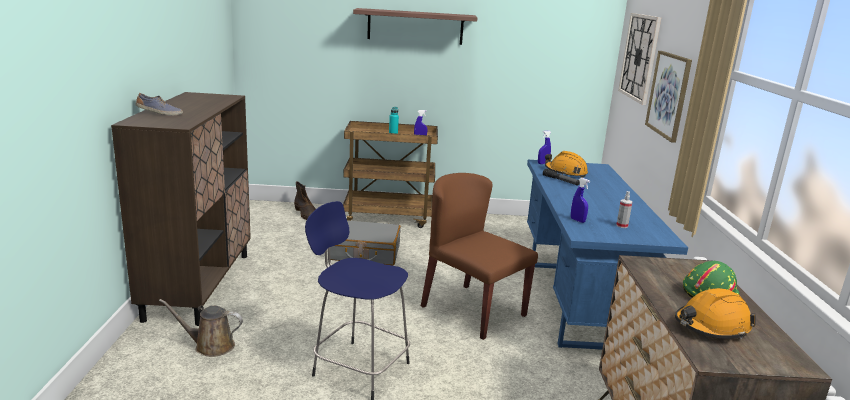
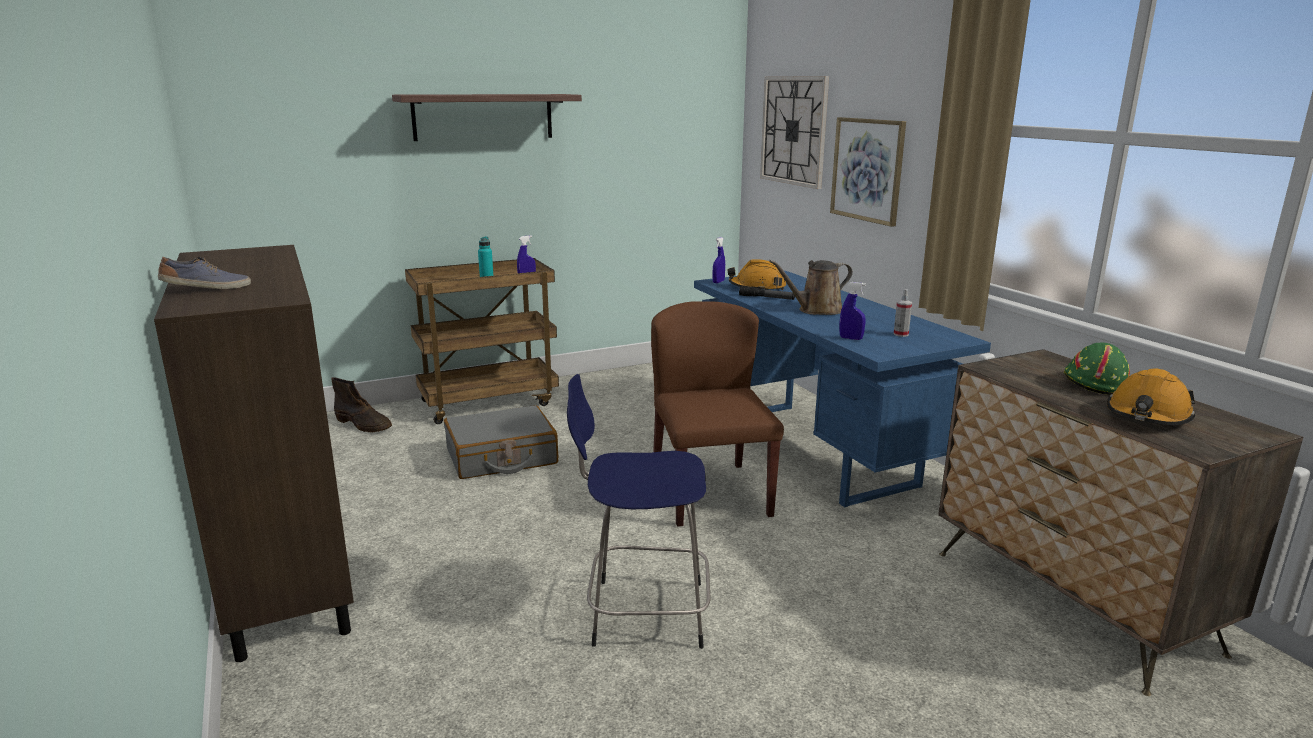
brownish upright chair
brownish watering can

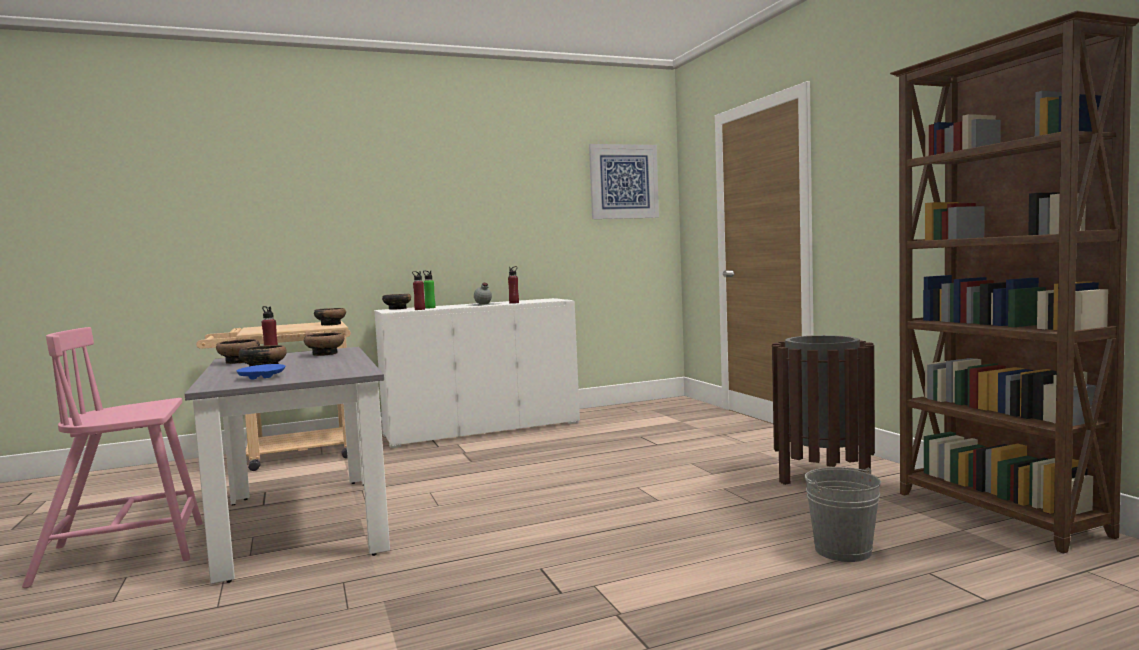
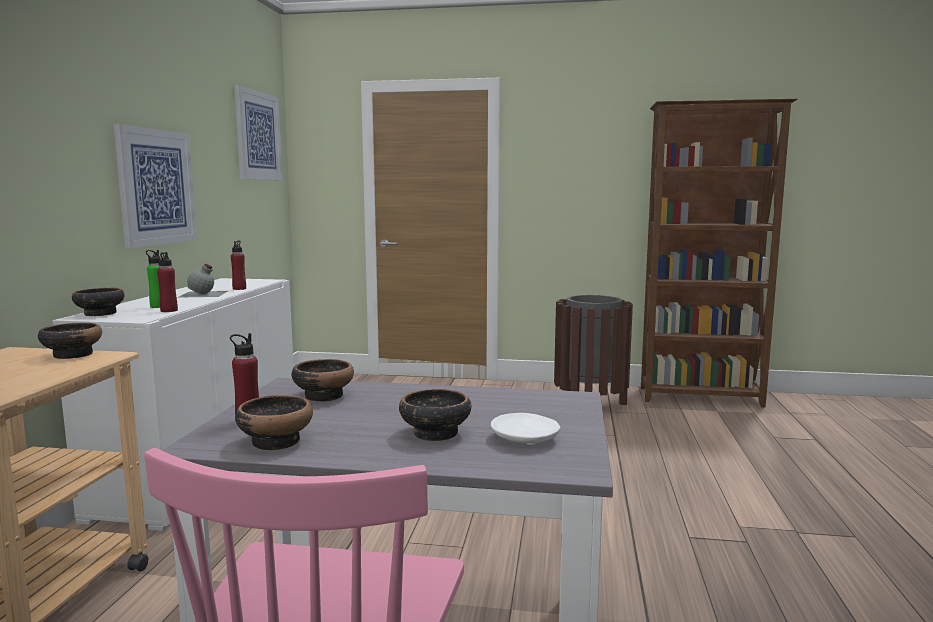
wall picture (1st from left)
whitish plate
greyish bucket

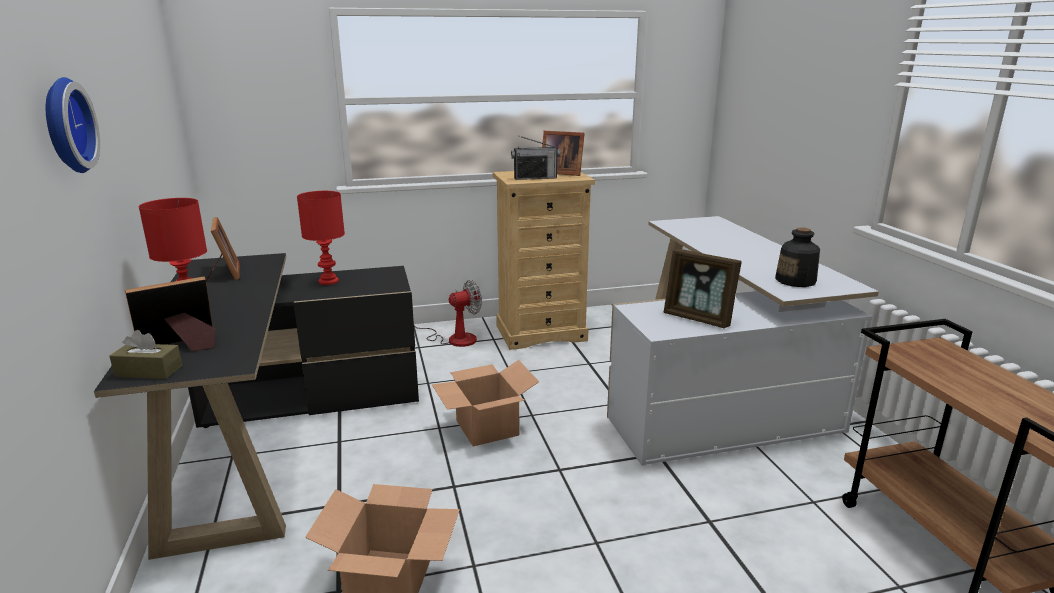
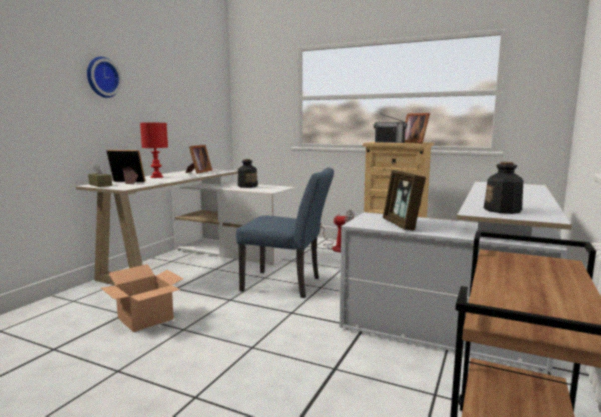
whitish desk table (1st from left)
blue-coloured upright chair
bottle (1st from left)

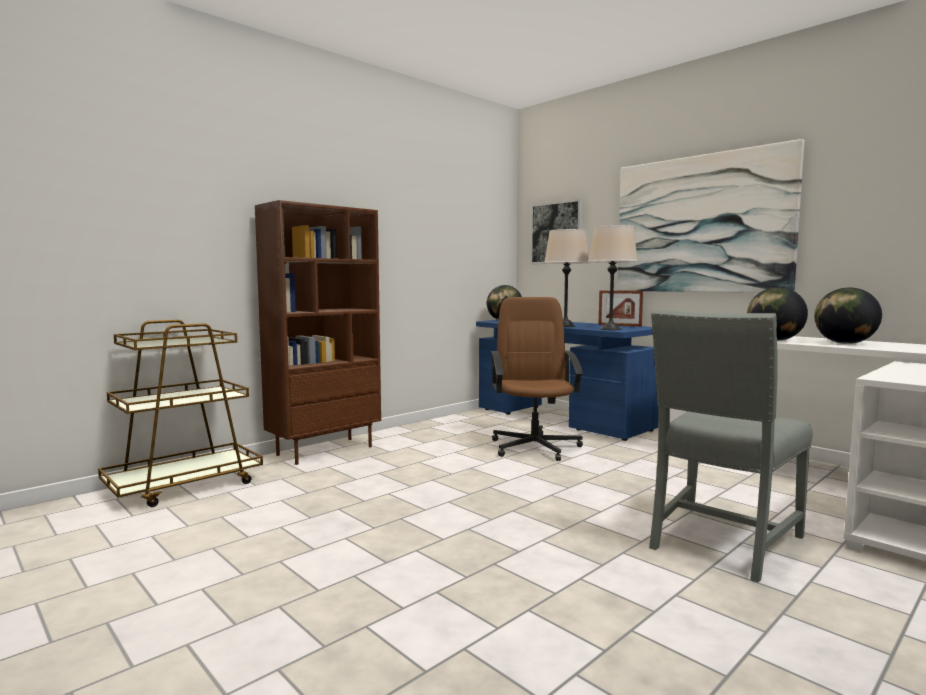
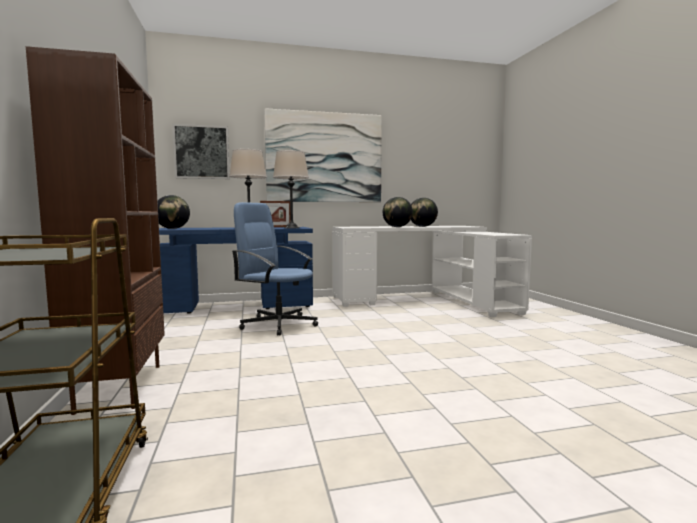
blue-coloured office chair
greyish upright chair

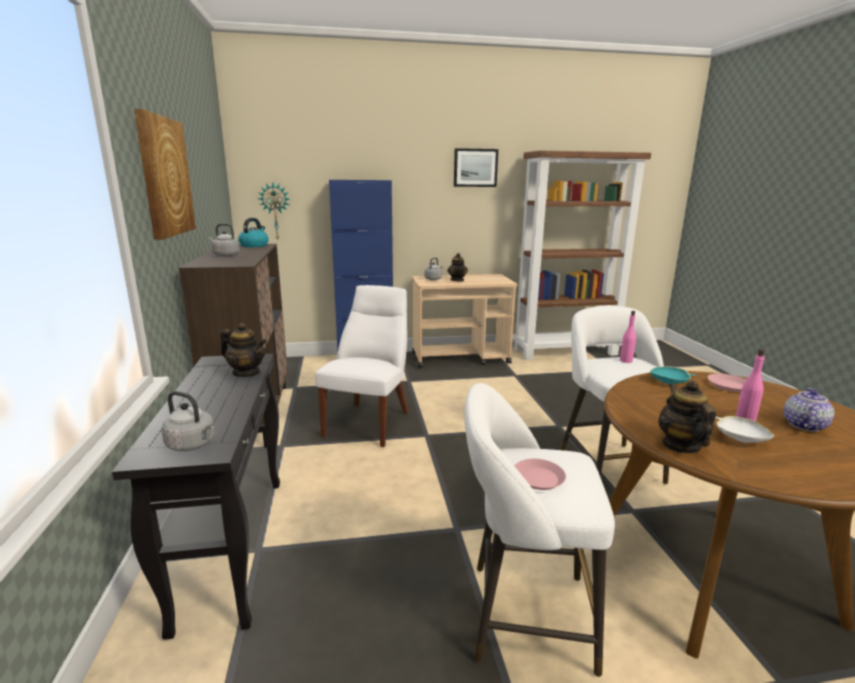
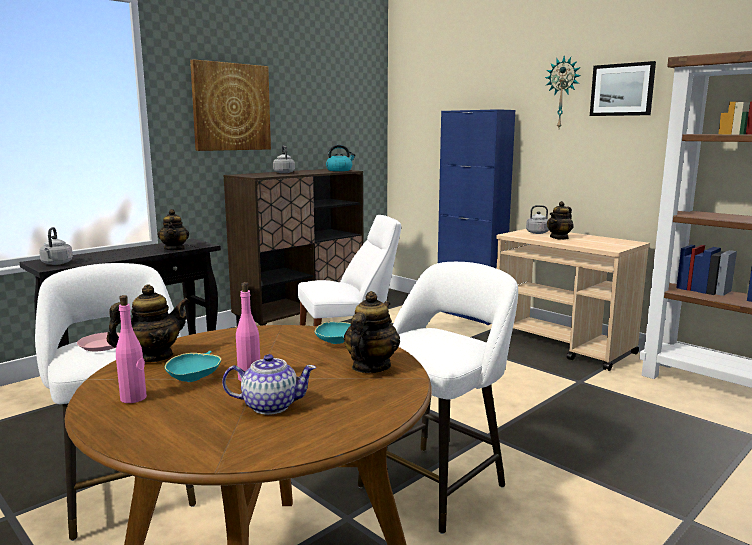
pink-coloured bottle (1st from left)
turquoise-coloured bowl (1st from left)
teapot (4th from left)
hanging clock

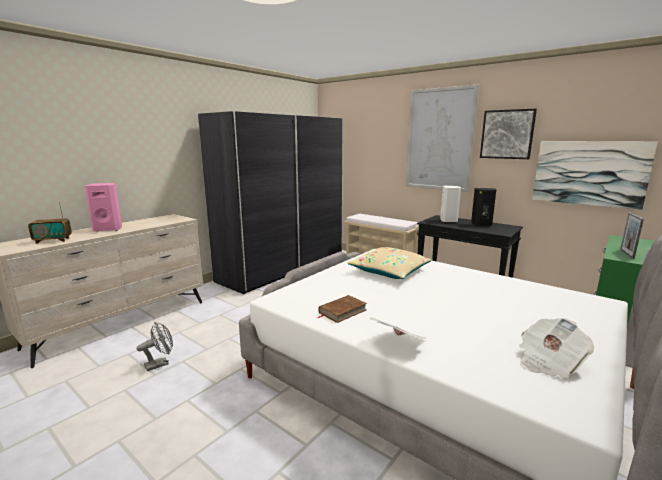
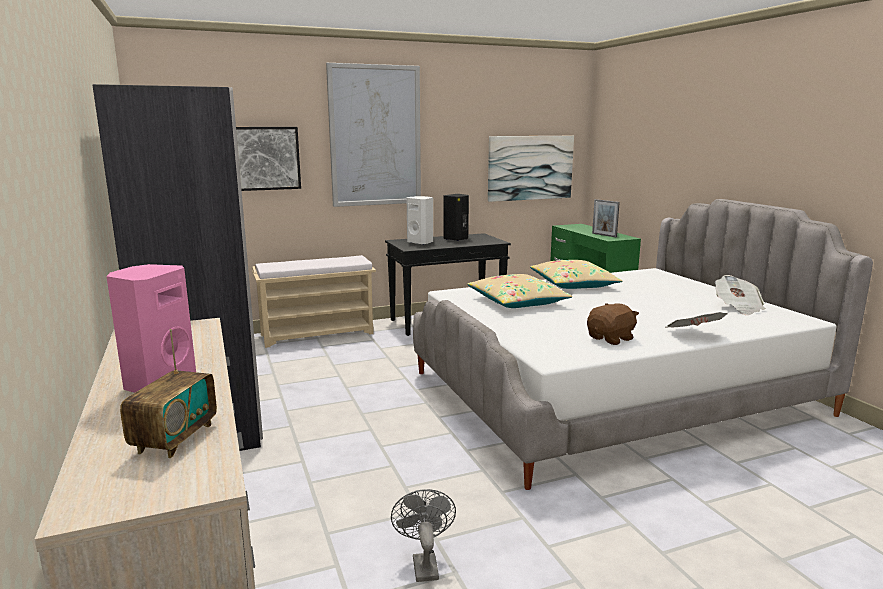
wall picture (1st from left)
beige cushion (2nd from left)
brownish cuddly toy

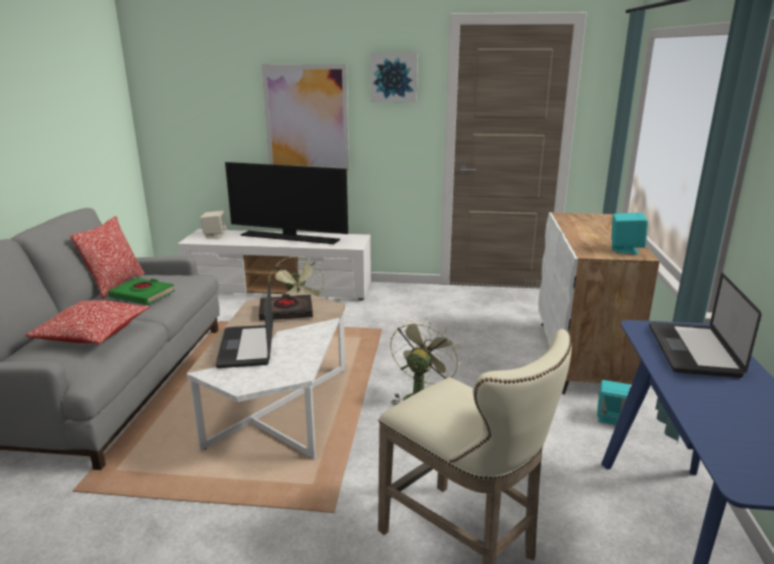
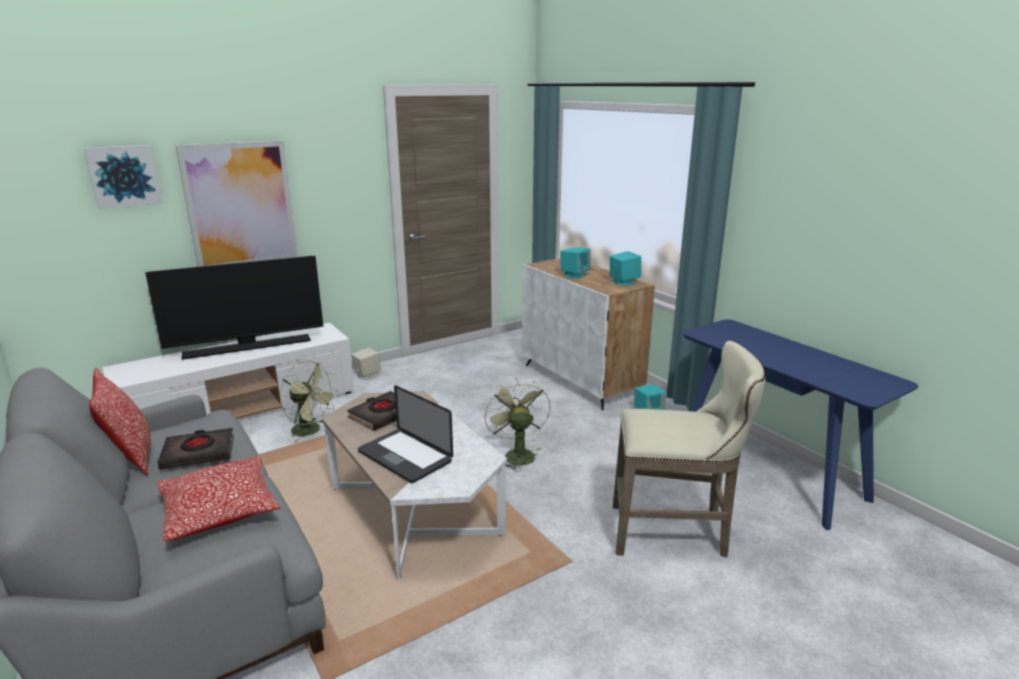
wall picture (1st from left)
black-coloured bound book (1st from left)
beige speaker
turquoise-coloured speaker (1st from left)
portable computer (2nd from left in the first image)

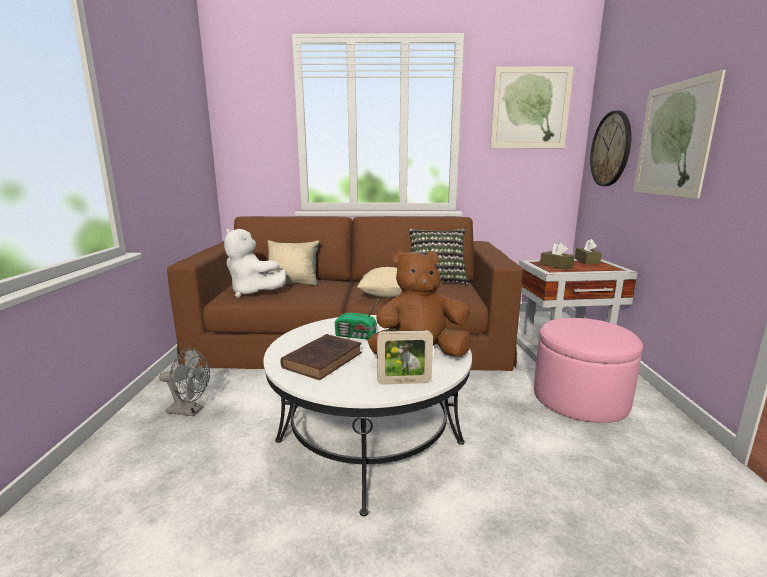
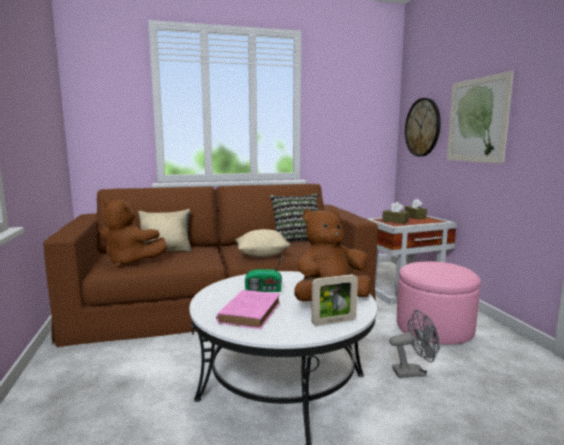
brownish cuddly toy (1st from left)
pink-coloured bound book
greyish cooling fan
wall picture (1st from left in the first image)

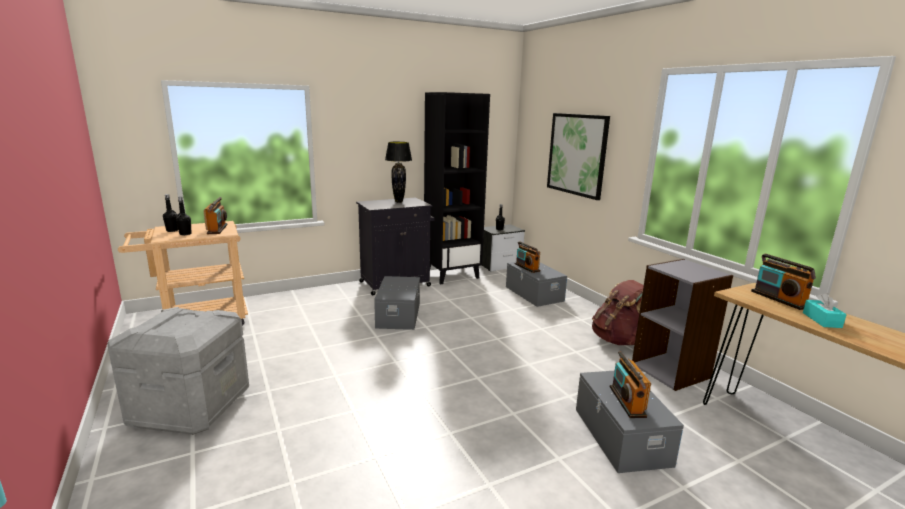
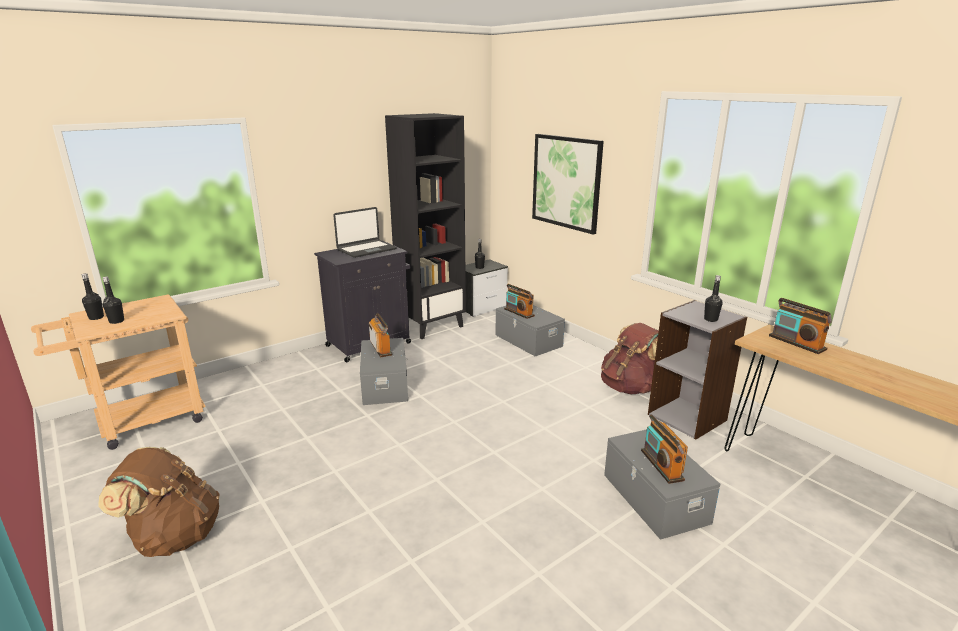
brownish backpack (1st from left)
portable computer
radio set (1st from left)
black-coloured bottle (4th from left)
turquoise-coloured box of tissues

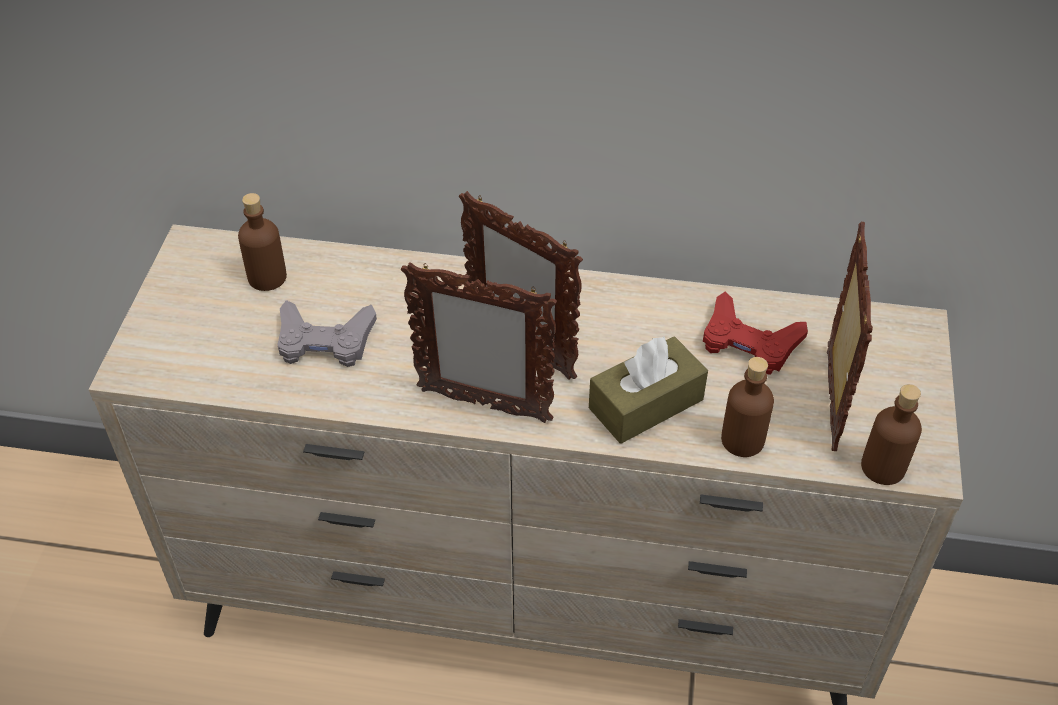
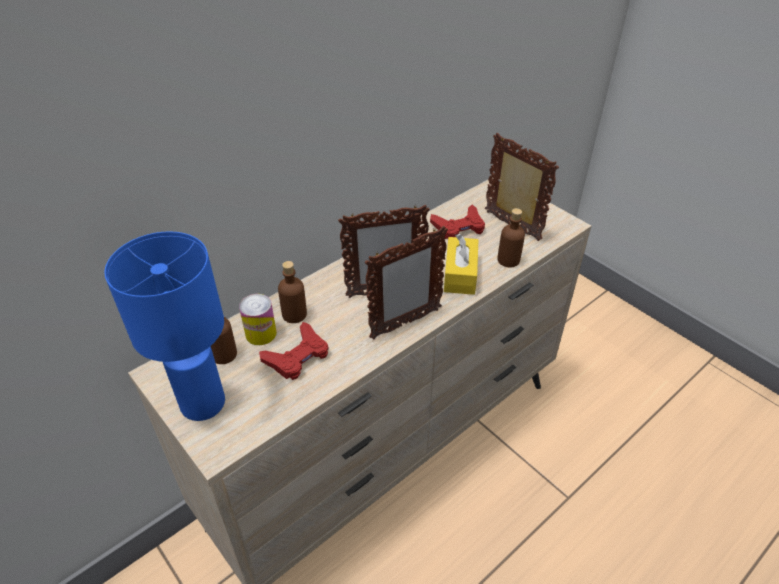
blue-coloured lamp for a table
sealed can
red gamepad (1st from left)
brownish bottle (2nd from left)
yellow box of tissues

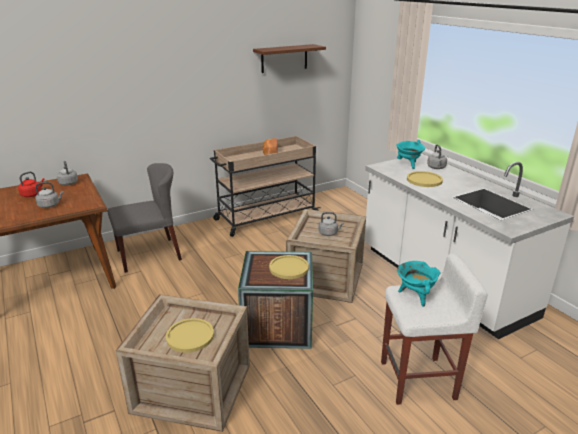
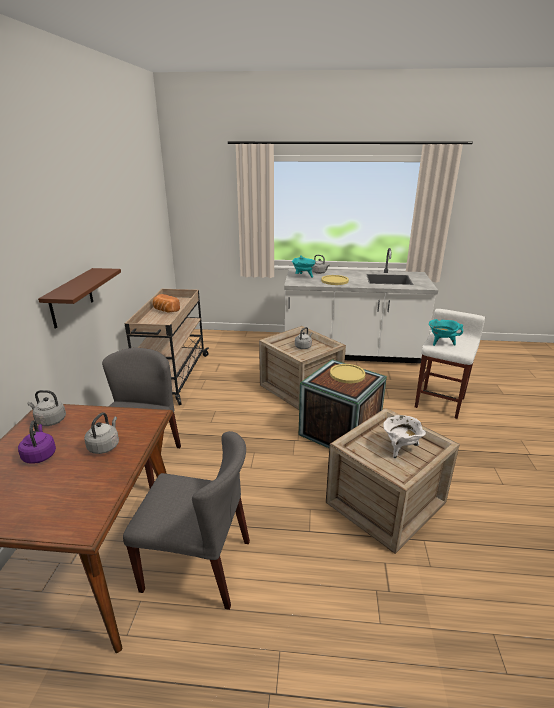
purple tea kettle
brownish bracket shelf
greyish upright chair (2nd from left)
whitish saucepot

